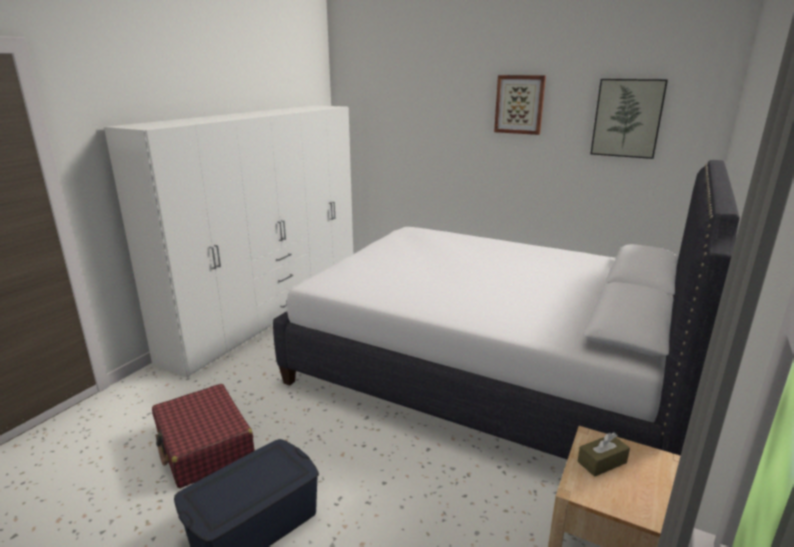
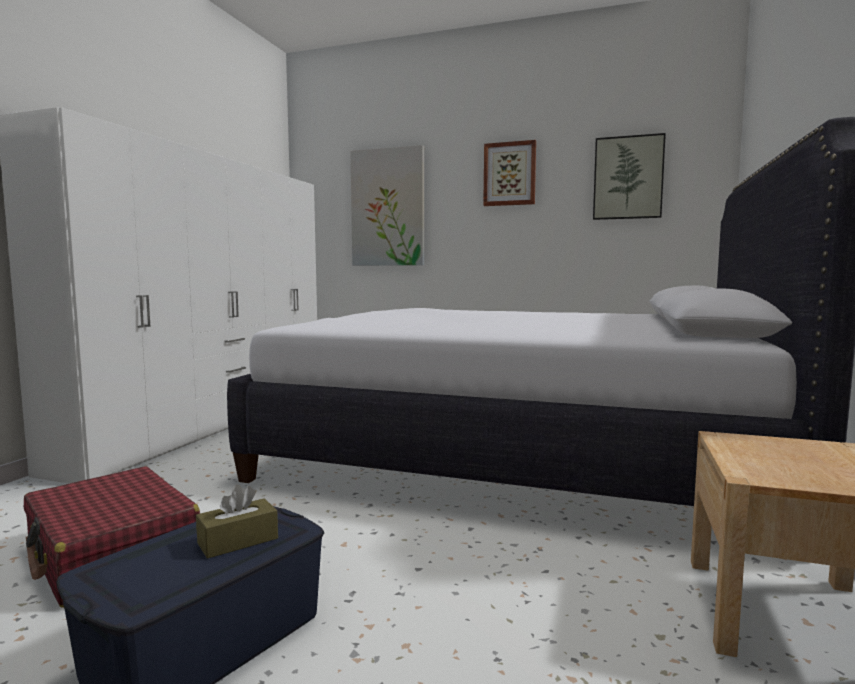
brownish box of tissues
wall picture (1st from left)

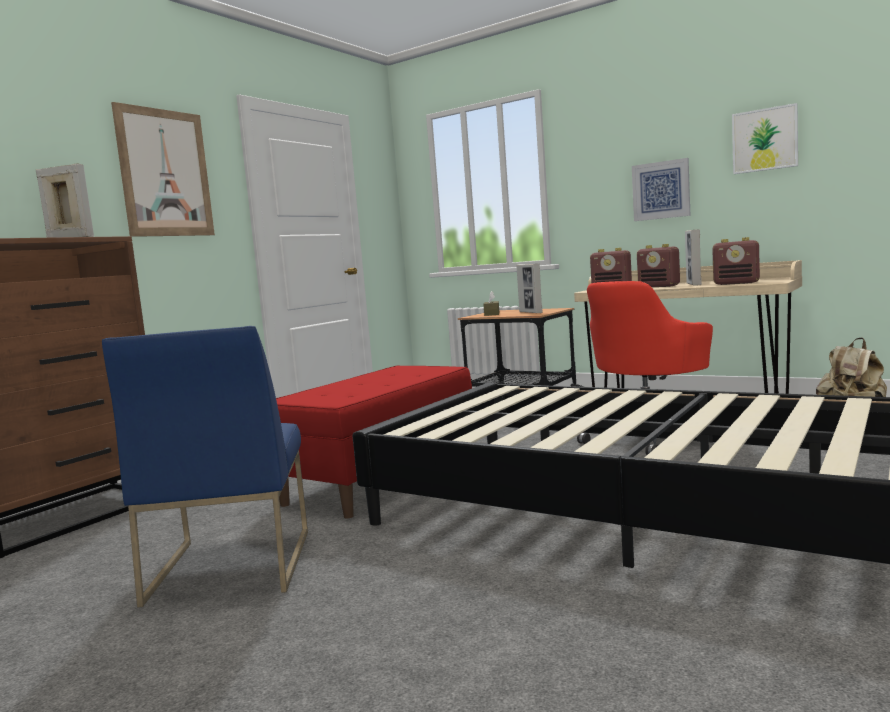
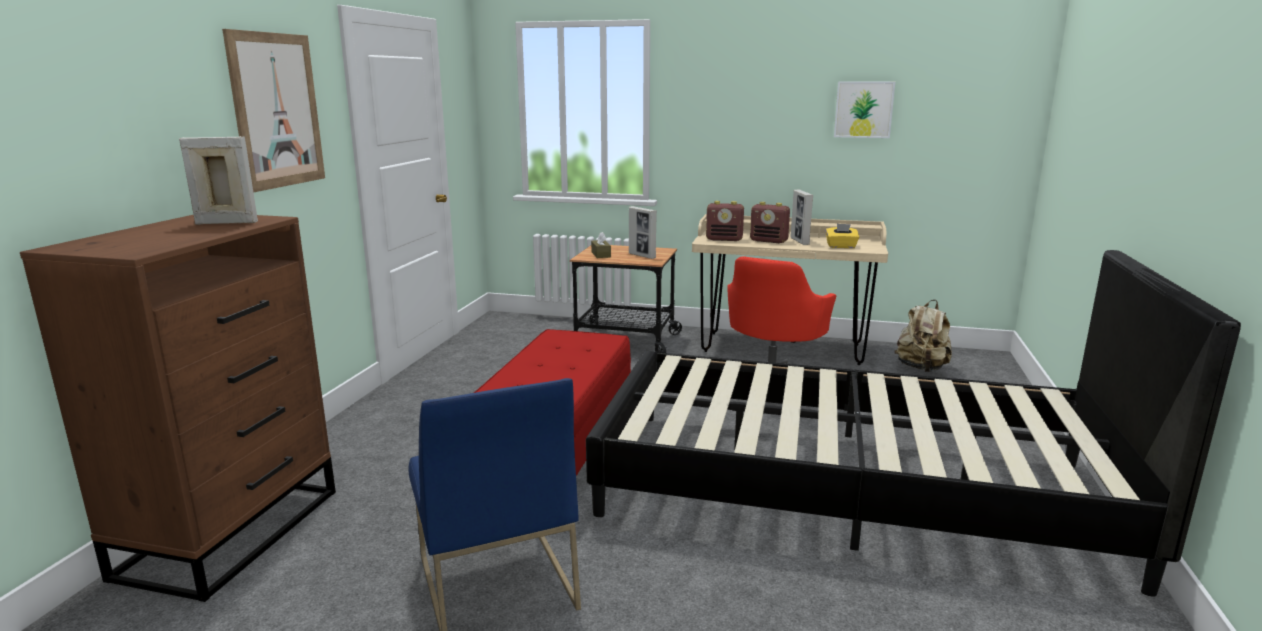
yellow box of tissues
wall picture (2nd from left in the first image)

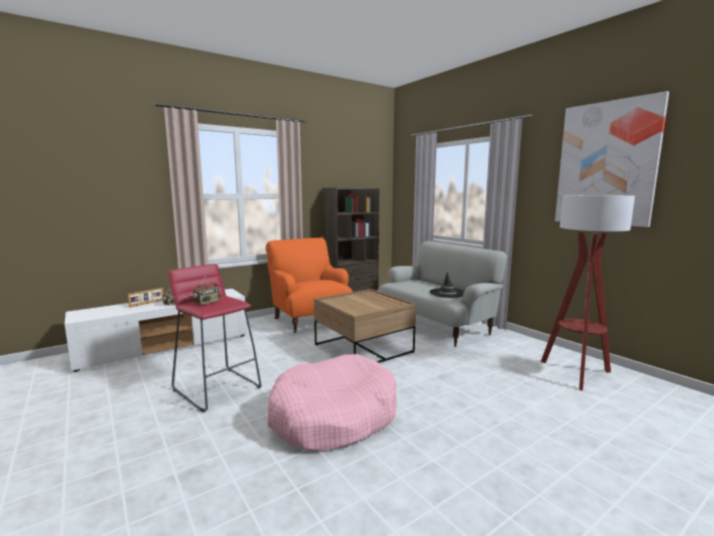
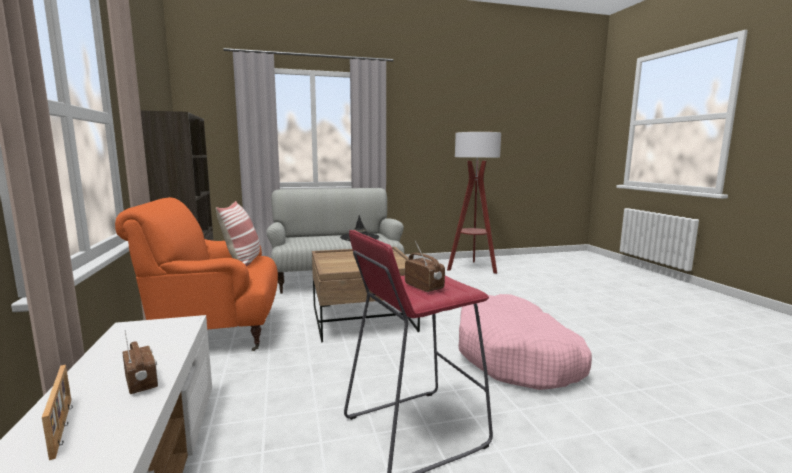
cushion
wall picture

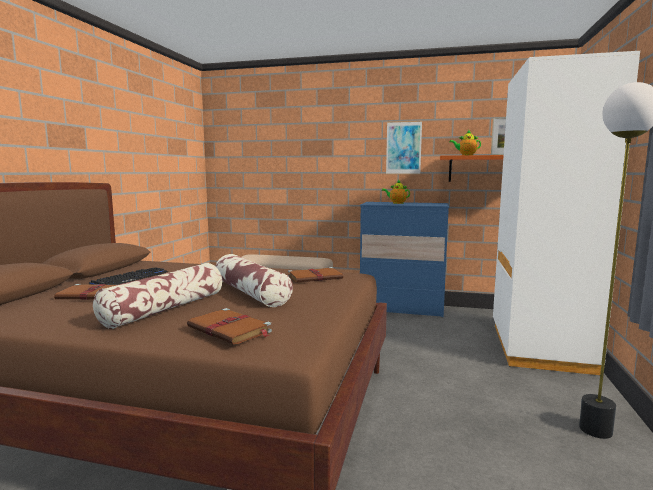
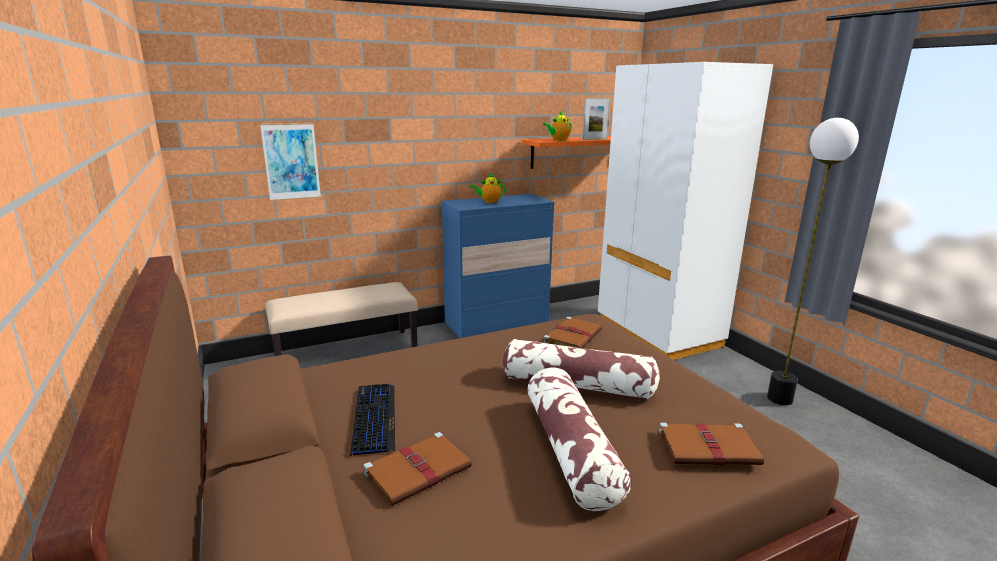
wall picture

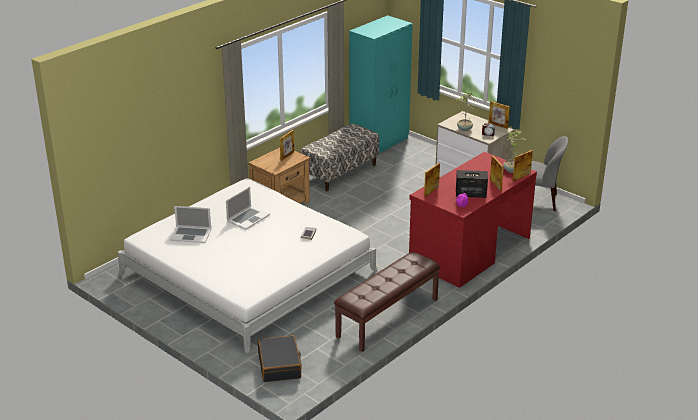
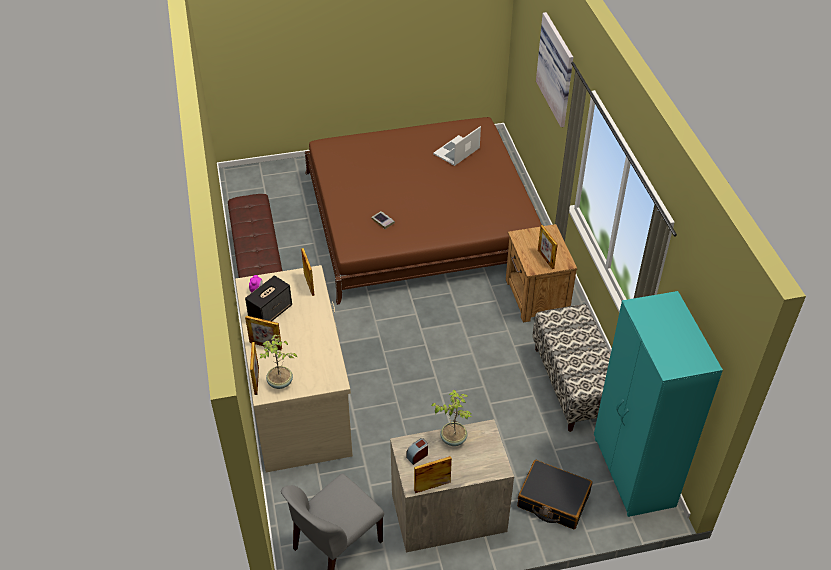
beige desk table
brownish bed
black-coloured suitcase
wall picture
portable computer (2nd from left in the first image)

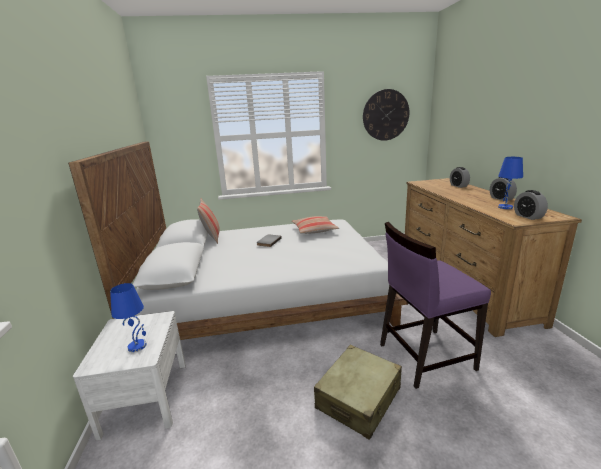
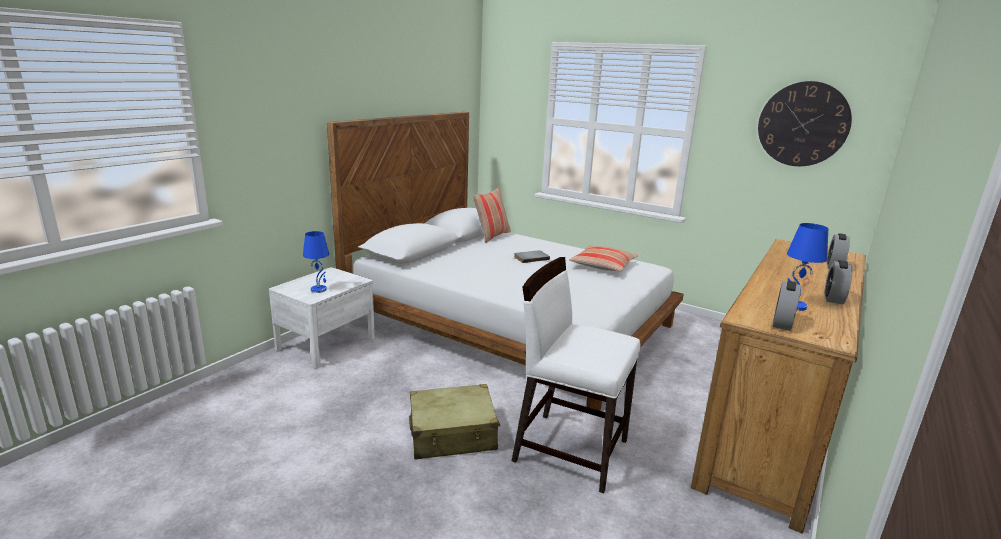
whitish upright chair

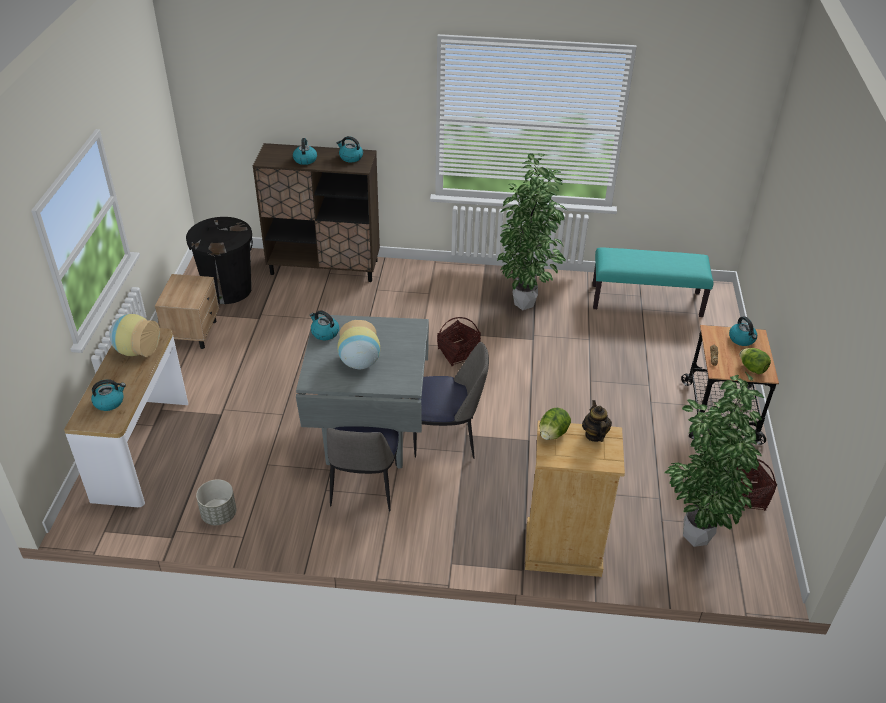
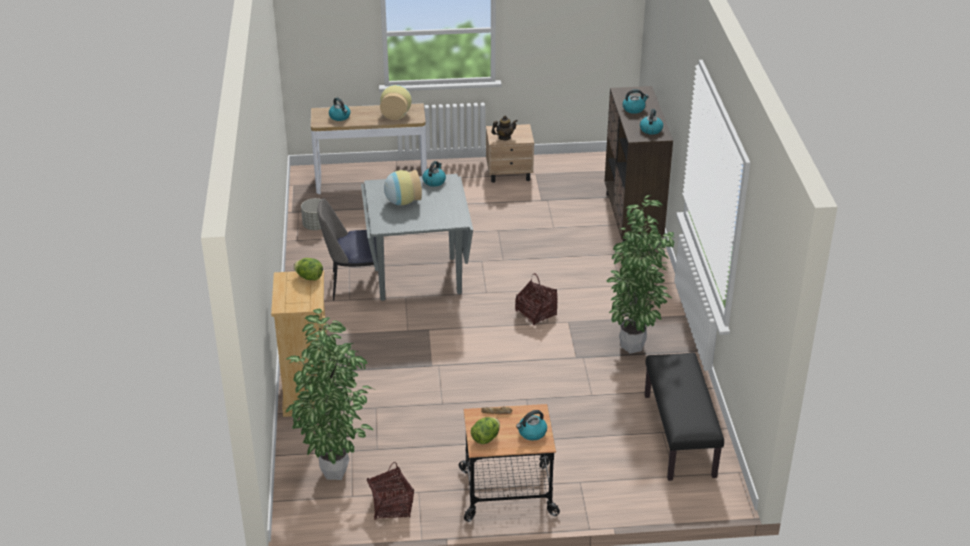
teapot
black-coloured bench
black-coloured rubbish bin
upright chair (2nd from left in the first image)

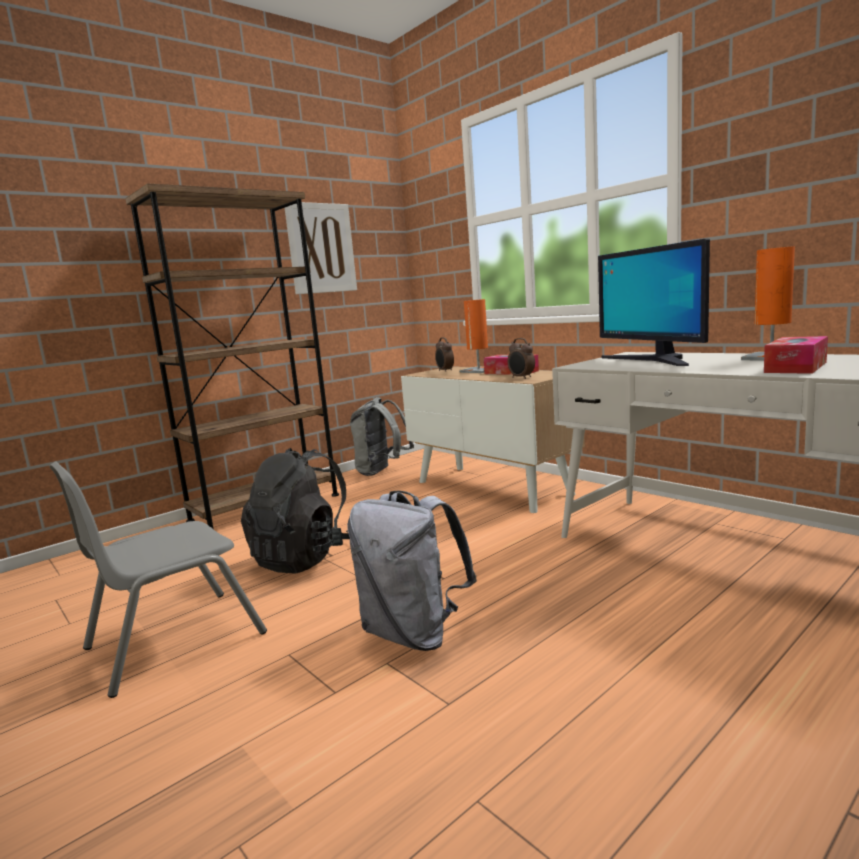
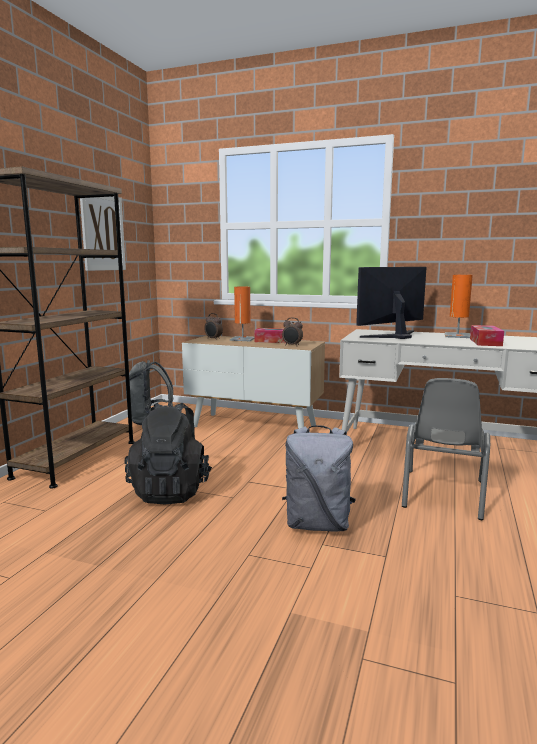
computer display
greyish upright chair

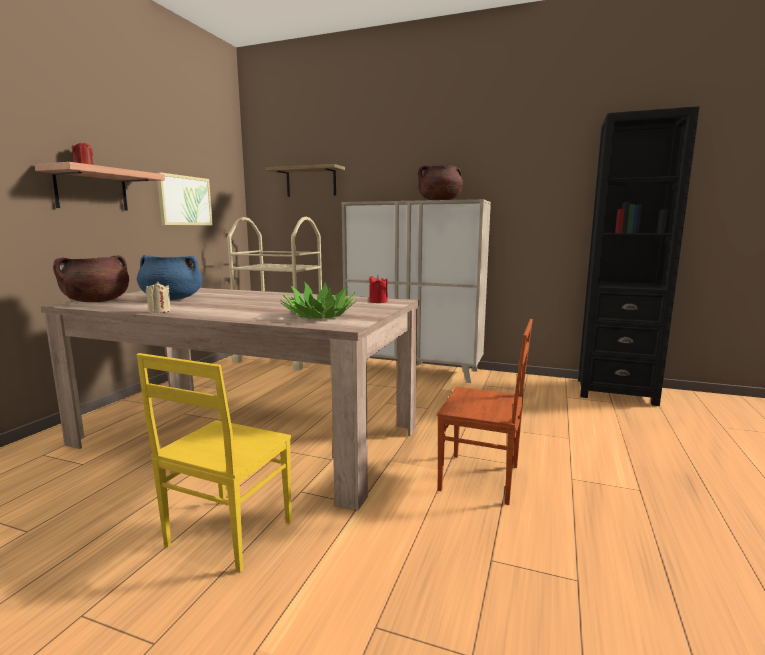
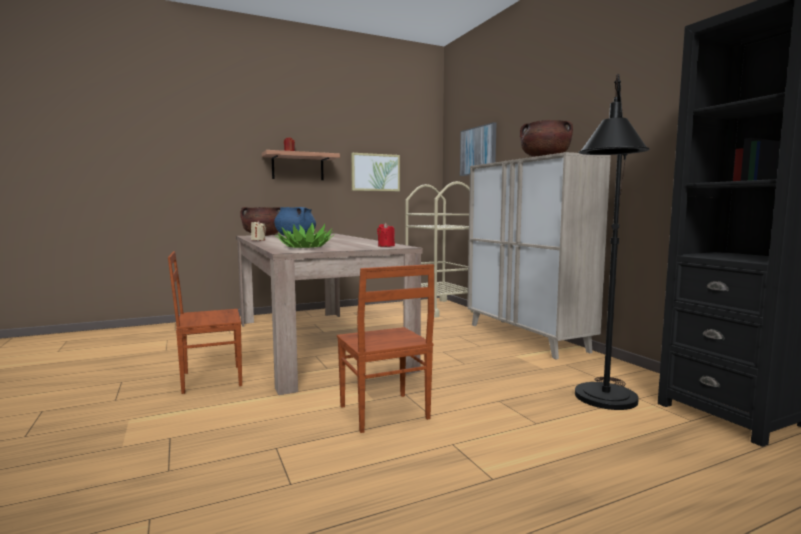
brownish upright chair (1st from left)
wall picture (2nd from left)
black-coloured floor lamp

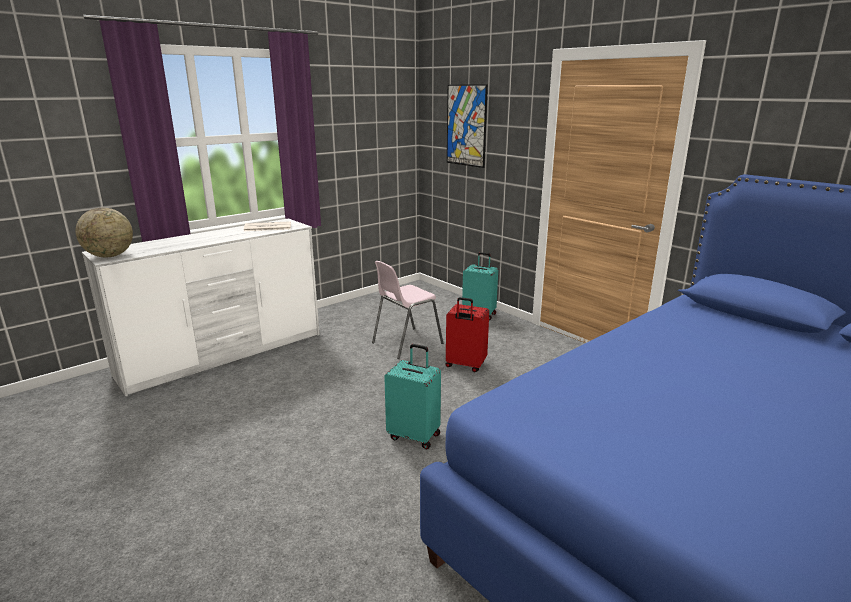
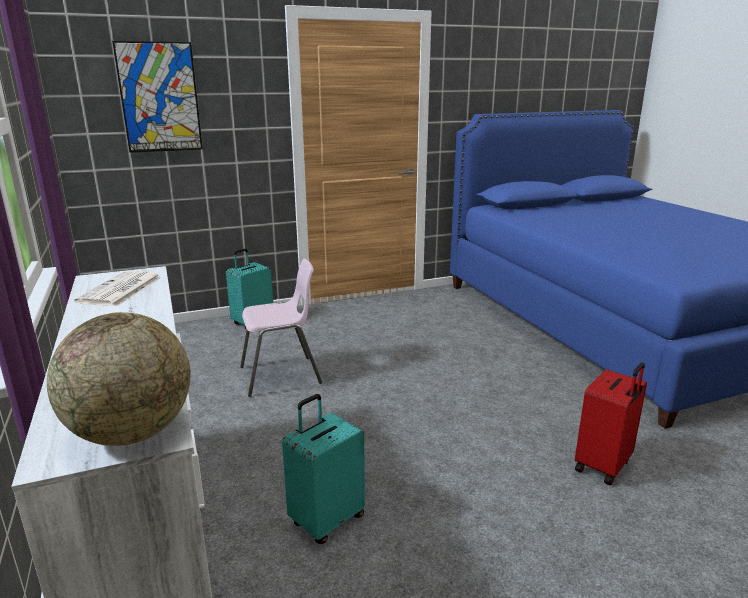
pink-coloured upright chair
turquoise-coloured suitcase (2nd from left)
red suitcase

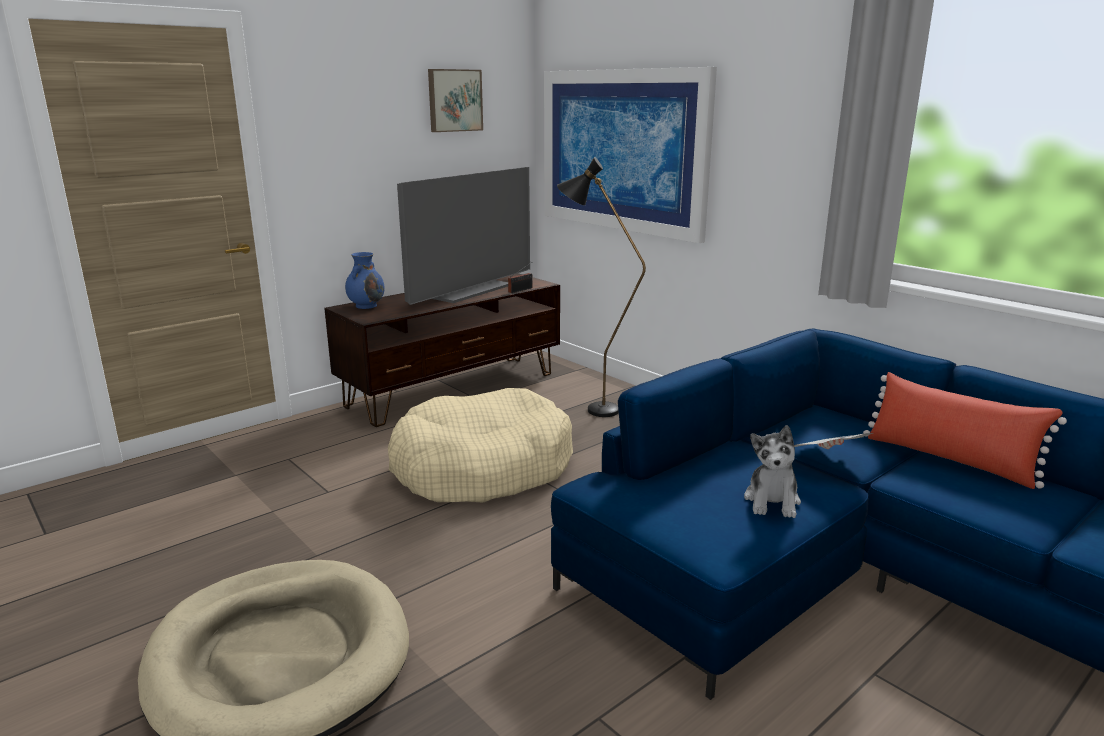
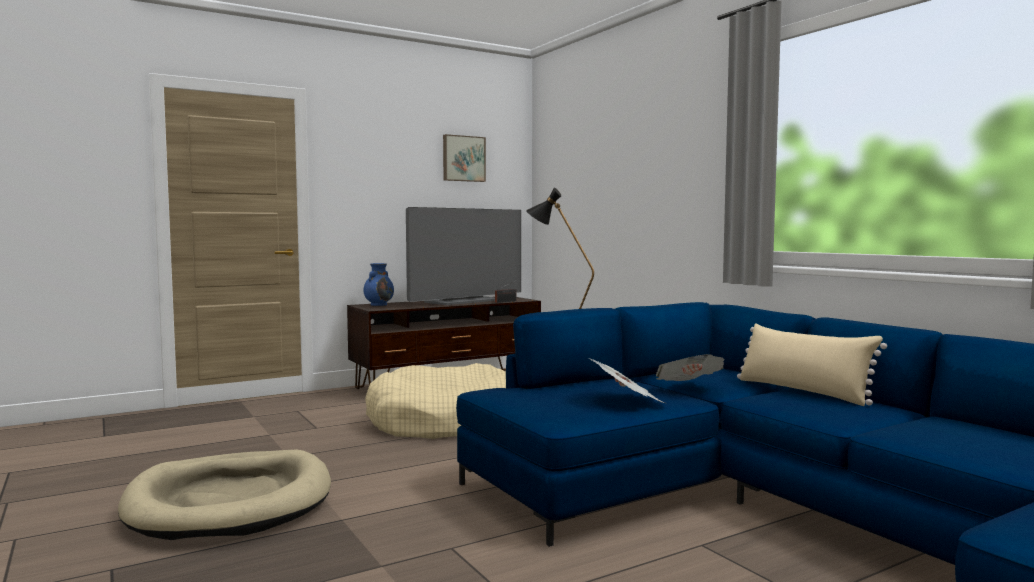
daily paper (1st from left)
beige cushion
wall picture (2nd from left in the first image)

